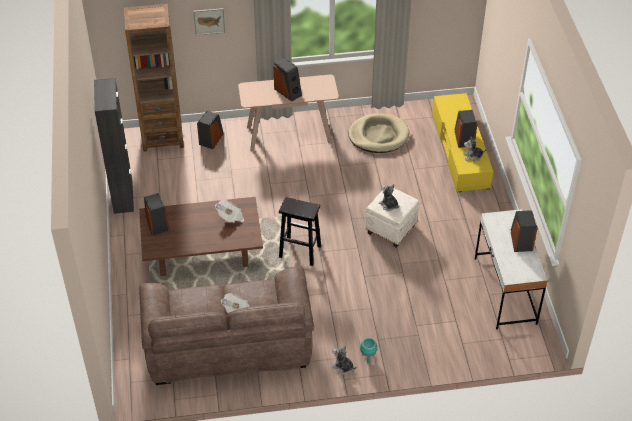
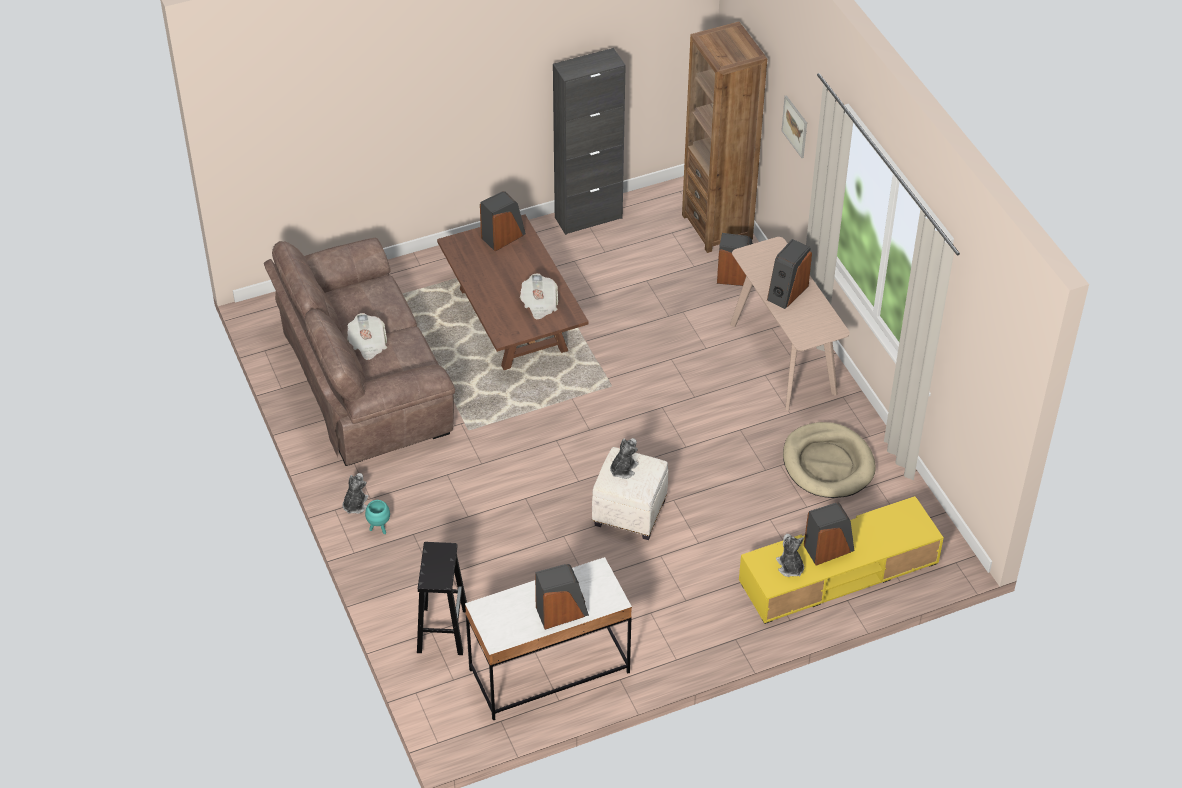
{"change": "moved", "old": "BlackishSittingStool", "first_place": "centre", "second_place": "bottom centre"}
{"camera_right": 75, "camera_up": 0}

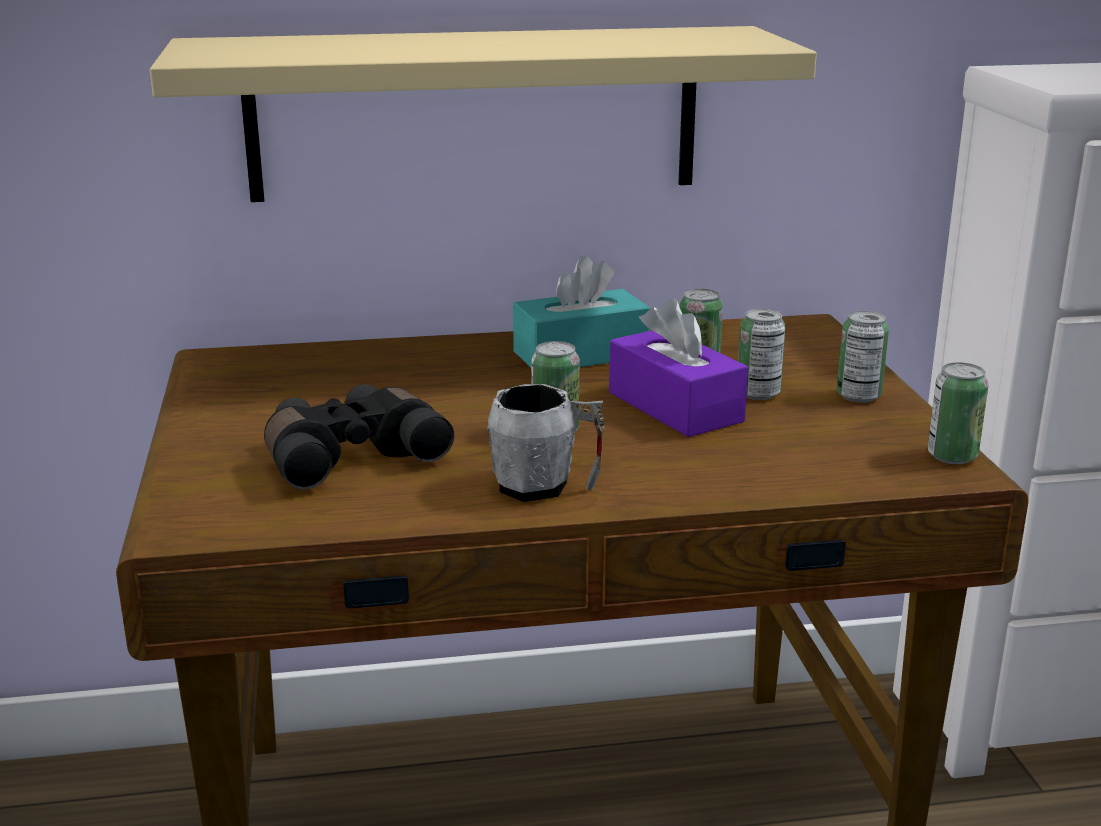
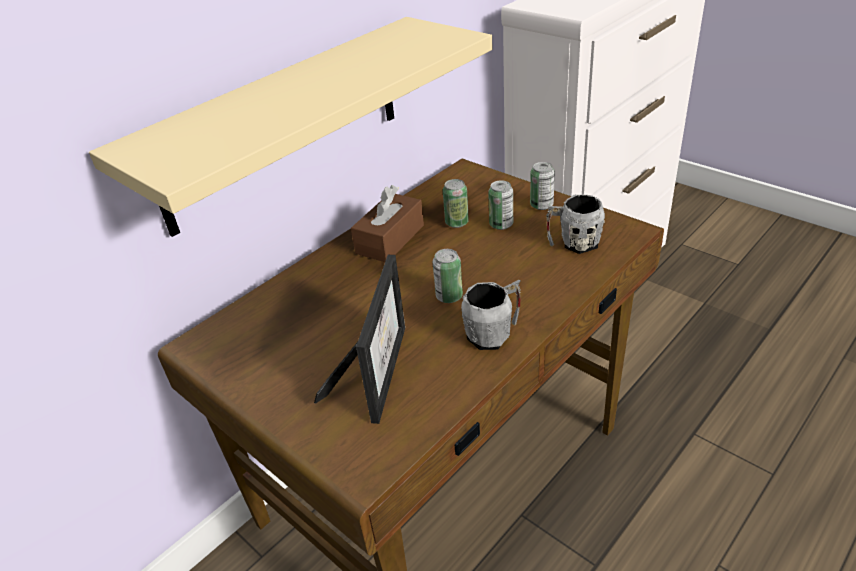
{"change": "replaced", "old": "BlackishFieldGlasses", "new": "StandingFrame", "first_place": "middle left", "second_place": "centre"}
{"change": "recoloured", "old": "TurquoiseColouredBoxOfTissues", "new": "BrownishBoxOfTissues", "first_place": "centre", "second_place": "centre"}
{"change": "removed", "old": "PurplishBoxOfTissues", "first_place": "centre"}
{"change": "removed", "old": "SealedCan (5th from left)", "first_place": "middle right"}
{"change": "added", "new": "GreyMug (2nd from left)", "second_place": "middle right"}
{"camera_right": -35, "camera_up": 15}

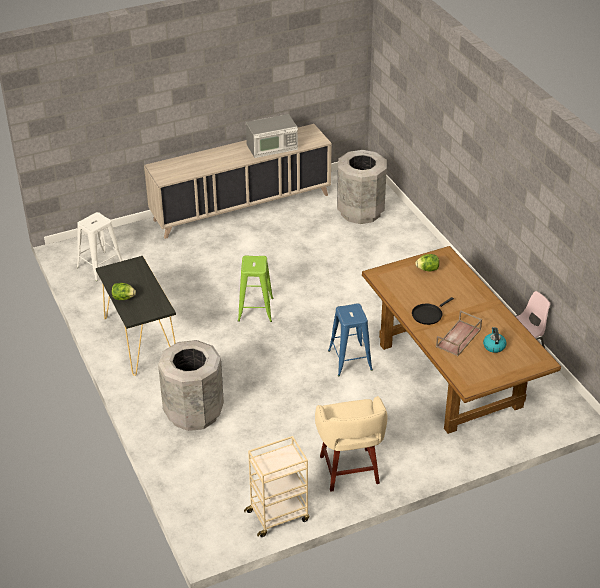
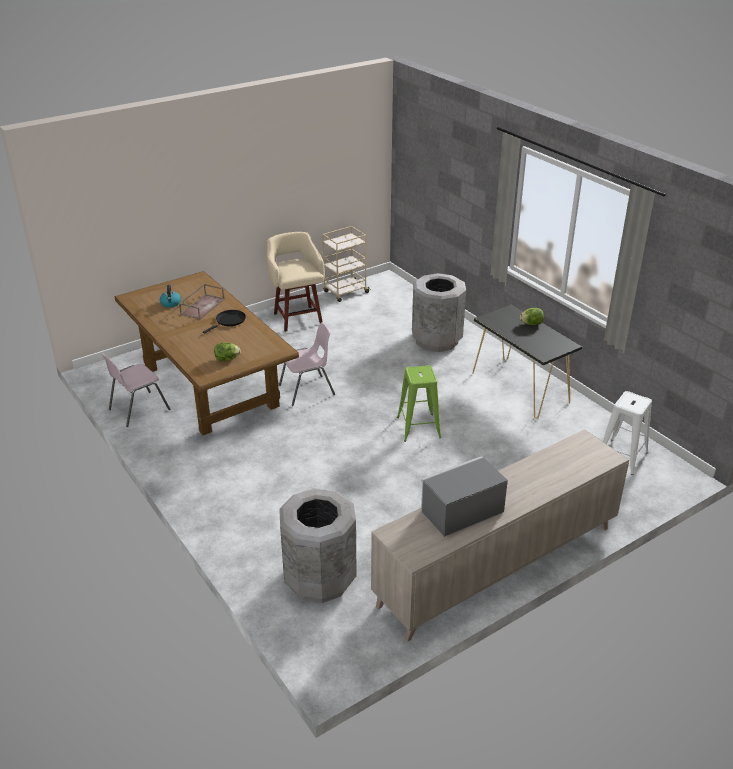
{"change": "replaced", "old": "BlueColouredSittingStool", "new": "PinkColouredUprightChair (2nd from left)", "first_place": "centre", "second_place": "centre"}
{"camera_right": 170, "camera_up": -5}

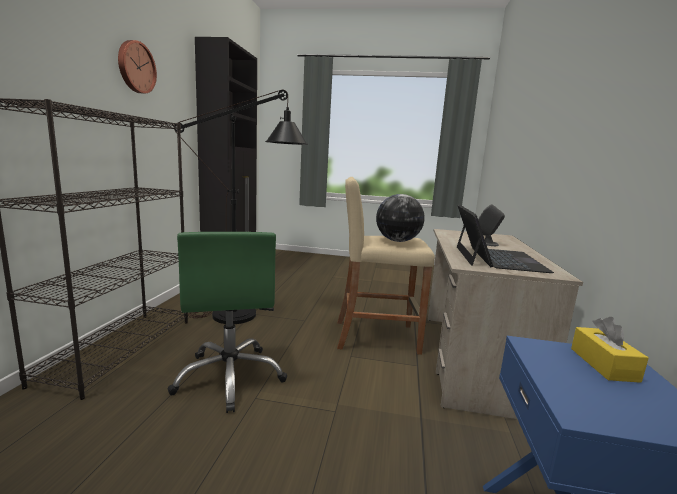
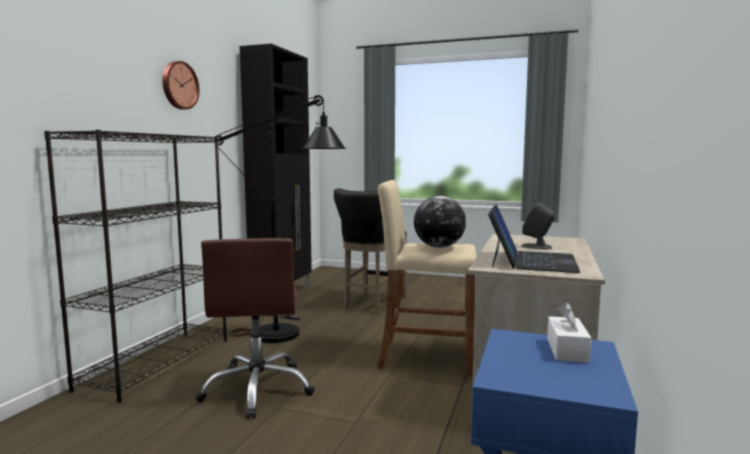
{"change": "recoloured", "old": "GreenColouredOfficeChair", "new": "BrownishOfficeChair", "first_place": "centre", "second_place": "bottom centre"}
{"change": "recoloured", "old": "YellowBoxOfTissues", "new": "WhiteBoxOfTissues", "first_place": "bottom right", "second_place": "bottom right"}
{"change": "added", "new": "BlackishSittingStool", "second_place": "centre"}
{"camera_right": 10, "camera_up": -5}

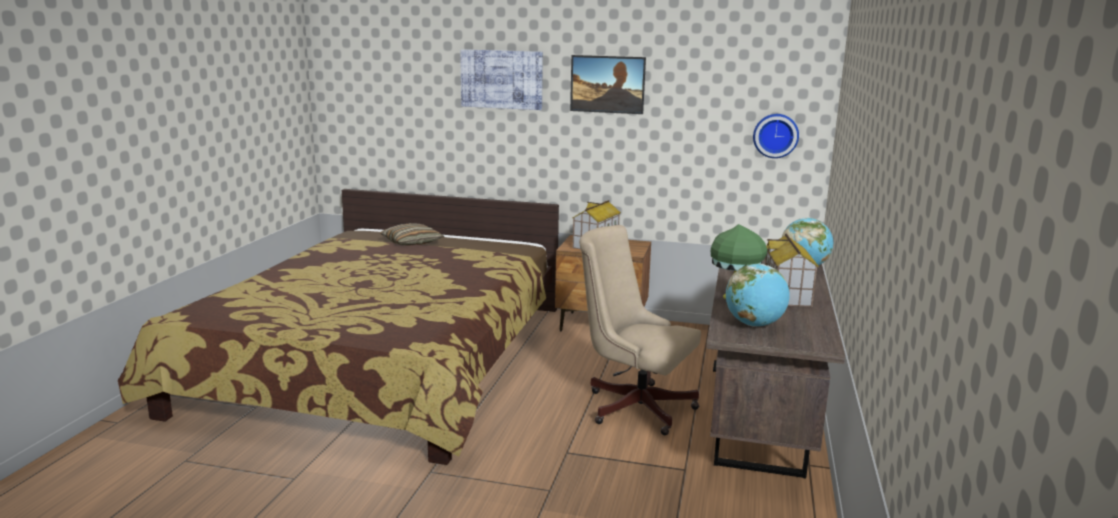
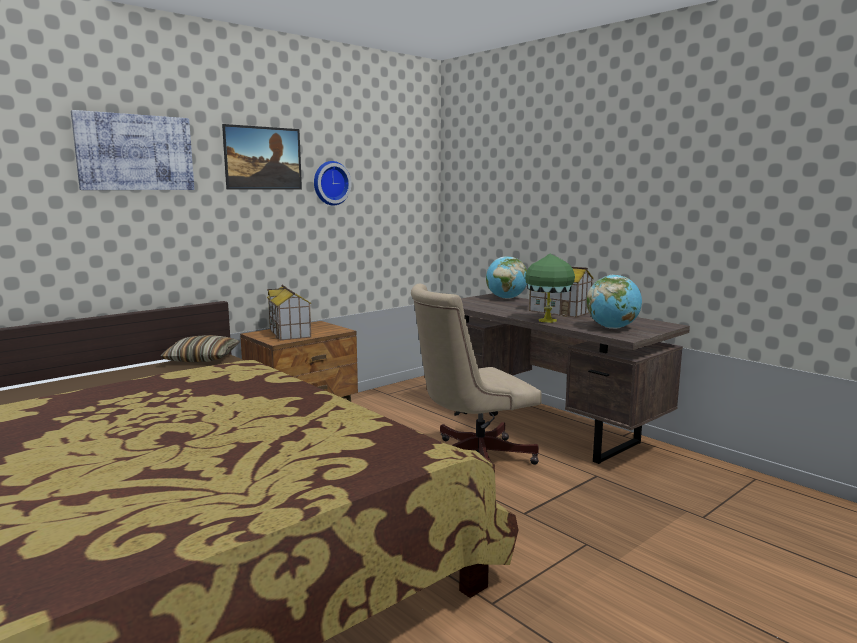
{"change": "moved", "old": "ThrowPillow", "first_place": "centre", "second_place": "middle left"}
{"change": "moved", "old": "WallClock", "first_place": "top right", "second_place": "top centre"}
{"camera_right": -55, "camera_up": -5}

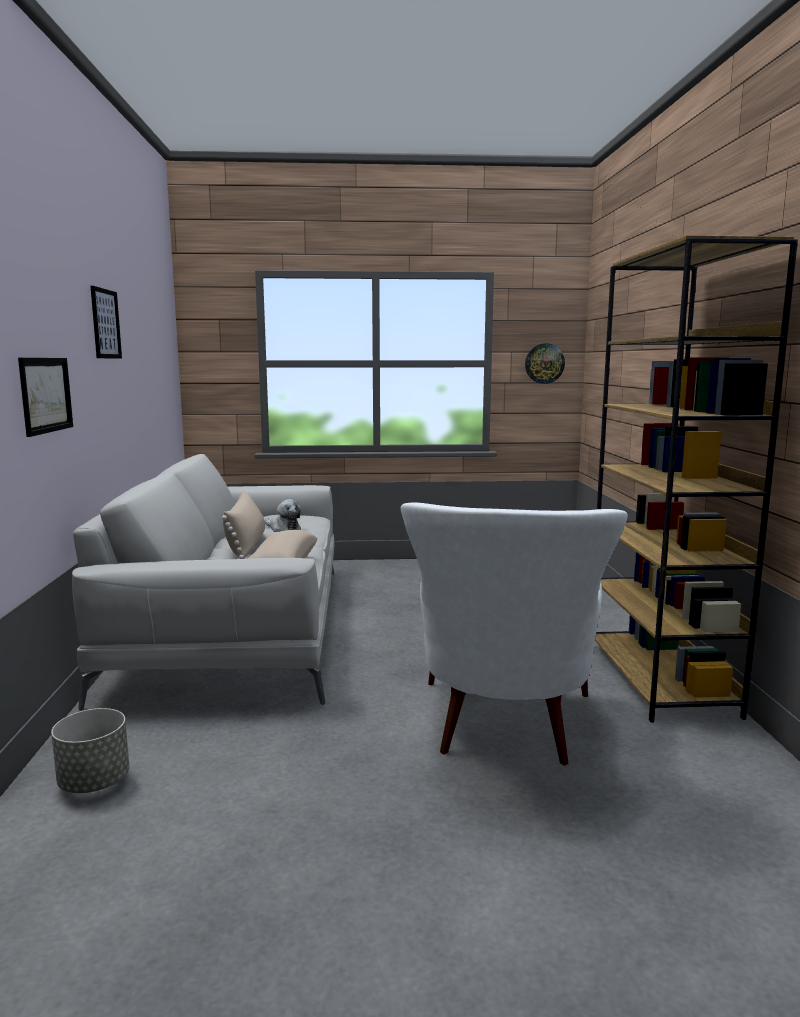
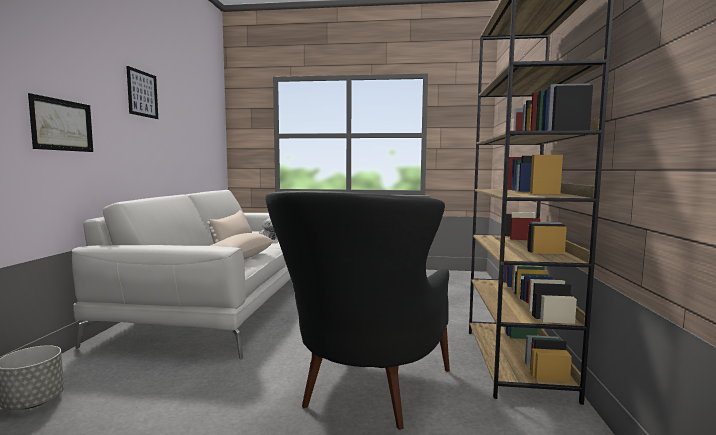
{"change": "recoloured", "old": "WhiteLoungeChair", "new": "BlackishLoungeChair", "first_place": "centre", "second_place": "bottom centre"}
{"change": "removed", "old": "WallClock", "first_place": "middle right"}
{"camera_right": 10, "camera_up": -5}

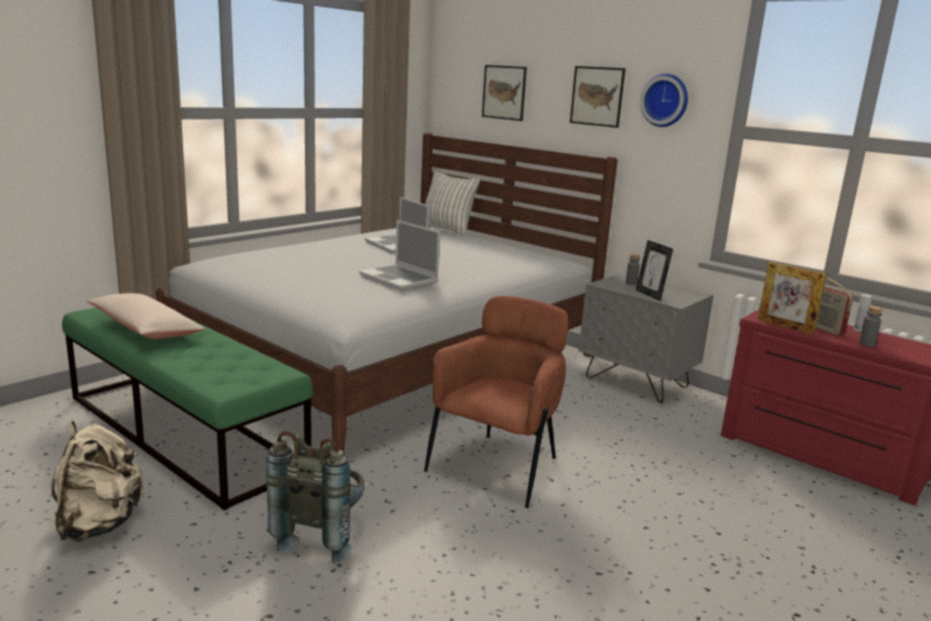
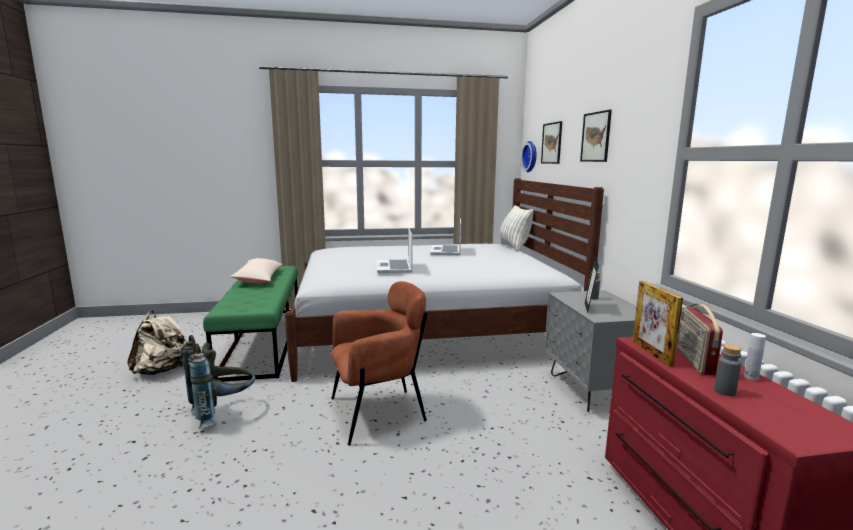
{"change": "moved", "old": "WallClock", "first_place": "top right", "second_place": "top centre"}
{"camera_right": 40, "camera_up": -5}

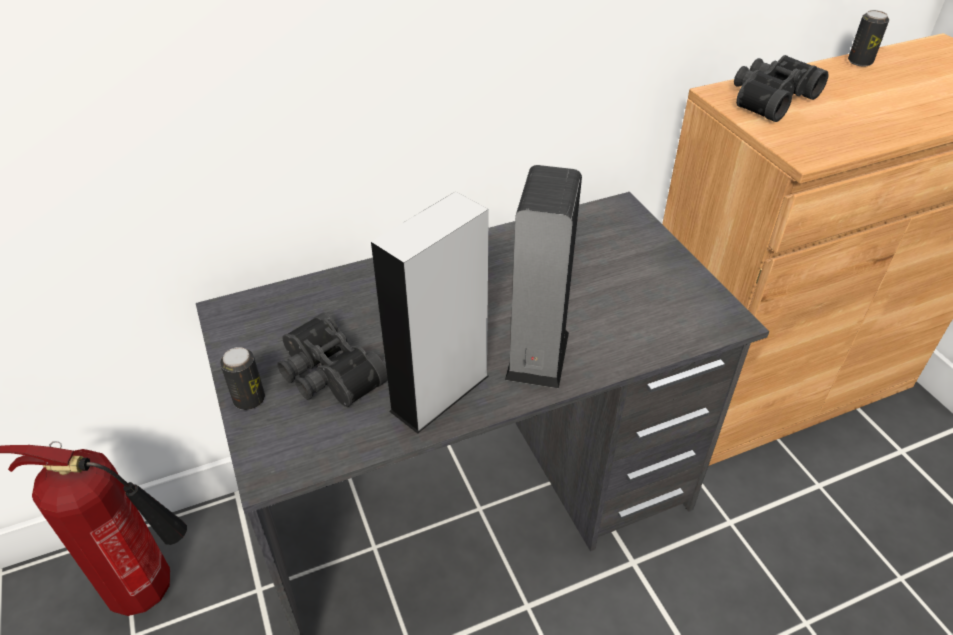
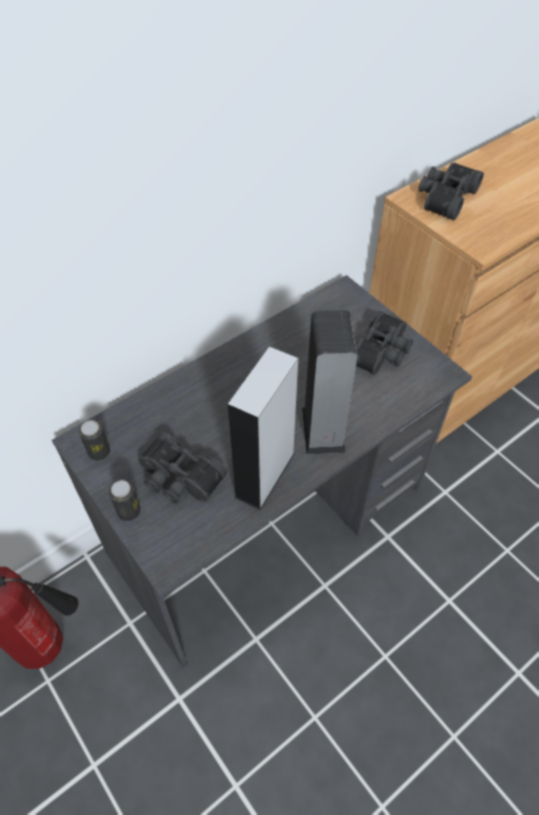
{"change": "moved", "old": "SealedCan (2nd from left in the first image)", "new": "SealedCan (1st from left)", "first_place": "top right", "second_place": "middle left"}
{"change": "added", "new": "BlackishFieldGlasses (2nd from left)", "second_place": "middle right"}
{"camera_right": -15, "camera_up": 10}

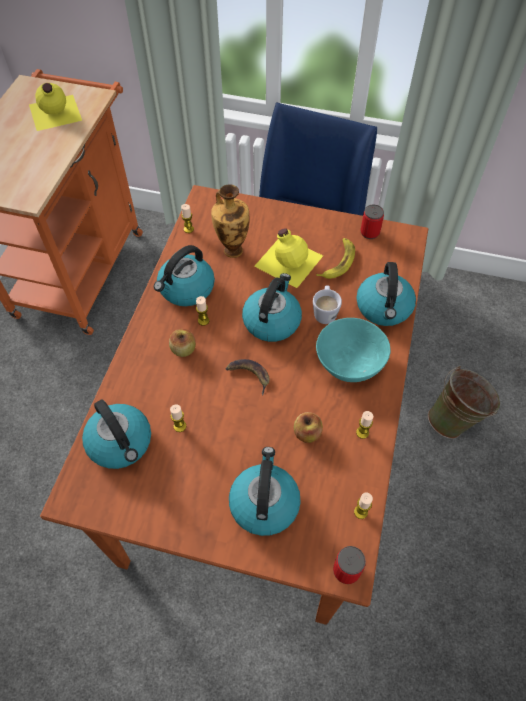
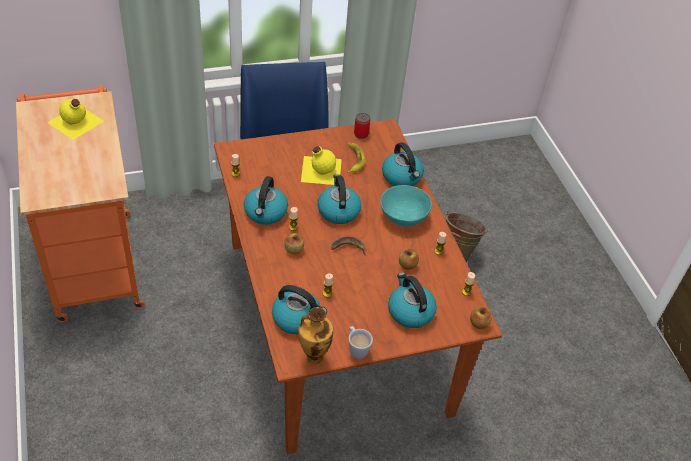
{"change": "moved", "old": "DecorativeVase", "first_place": "top centre", "second_place": "bottom centre"}
{"change": "moved", "old": "WhiteMug", "first_place": "centre", "second_place": "bottom centre"}
{"change": "replaced", "old": "SealedCan (1st from left)", "new": "AppleFruit (3rd from left)", "first_place": "bottom centre", "second_place": "bottom right"}
{"camera_right": -35, "camera_up": -10}

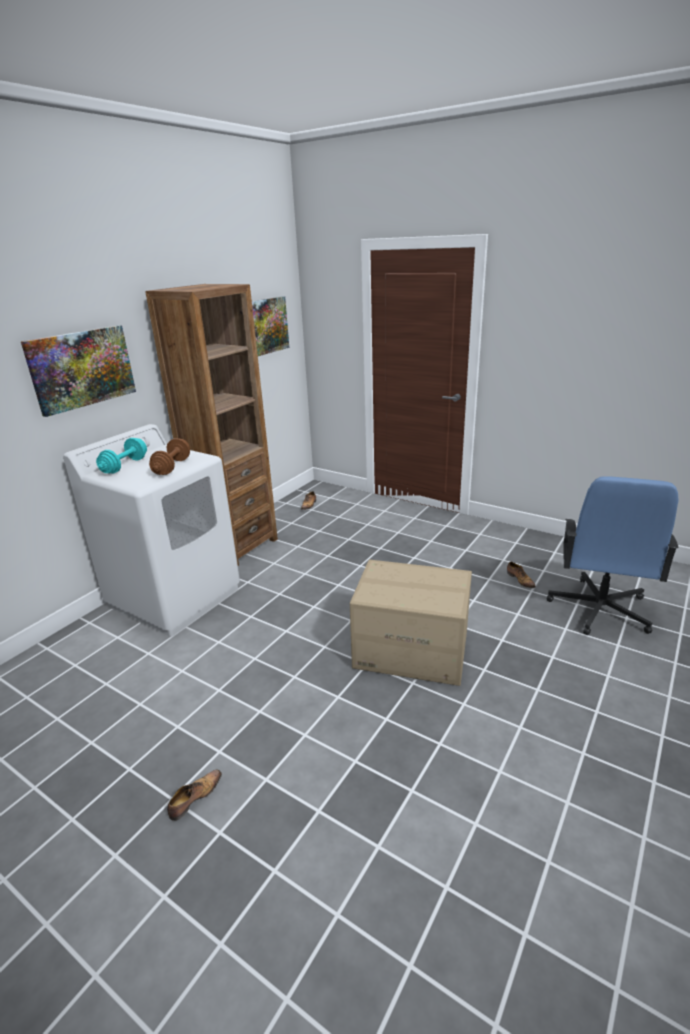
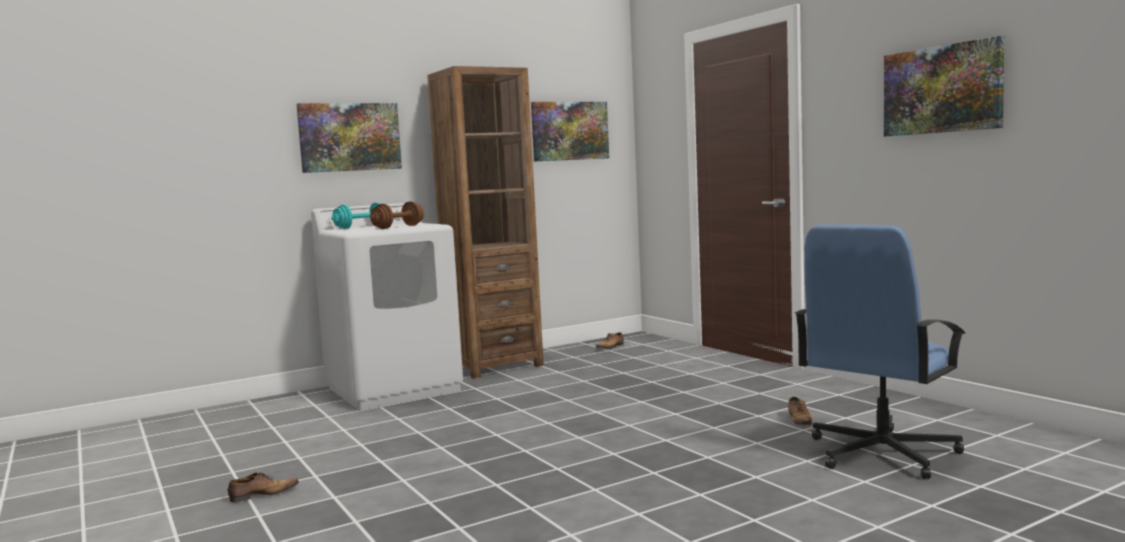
{"change": "removed", "old": "Carton", "first_place": "centre"}
{"change": "added", "new": "WallArt (3rd from left)", "second_place": "top right"}
{"camera_right": 25, "camera_up": -20}

